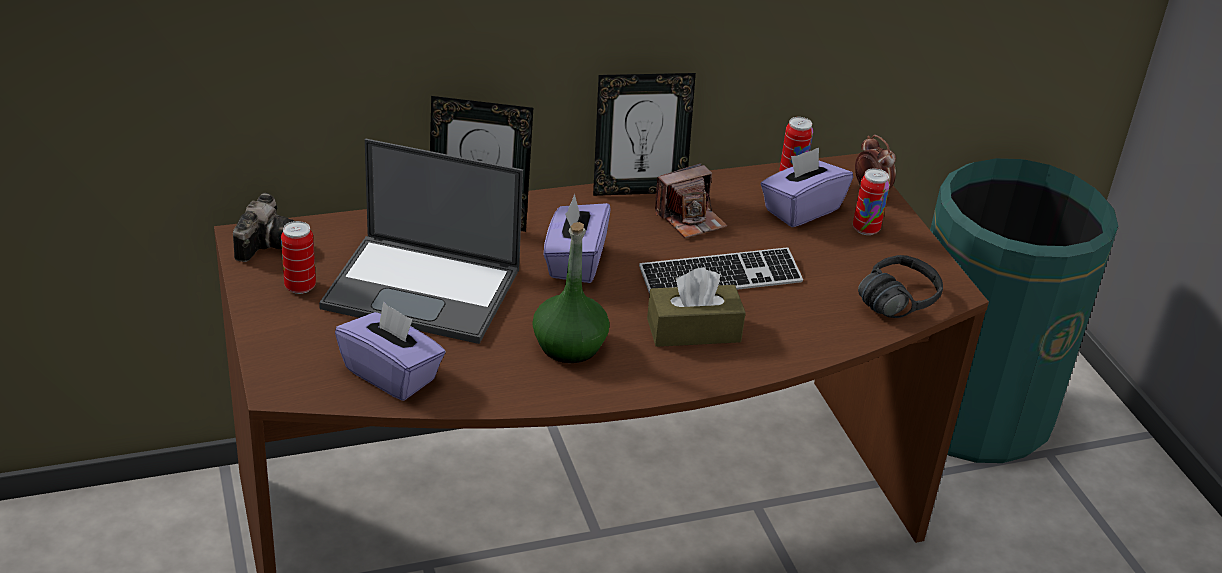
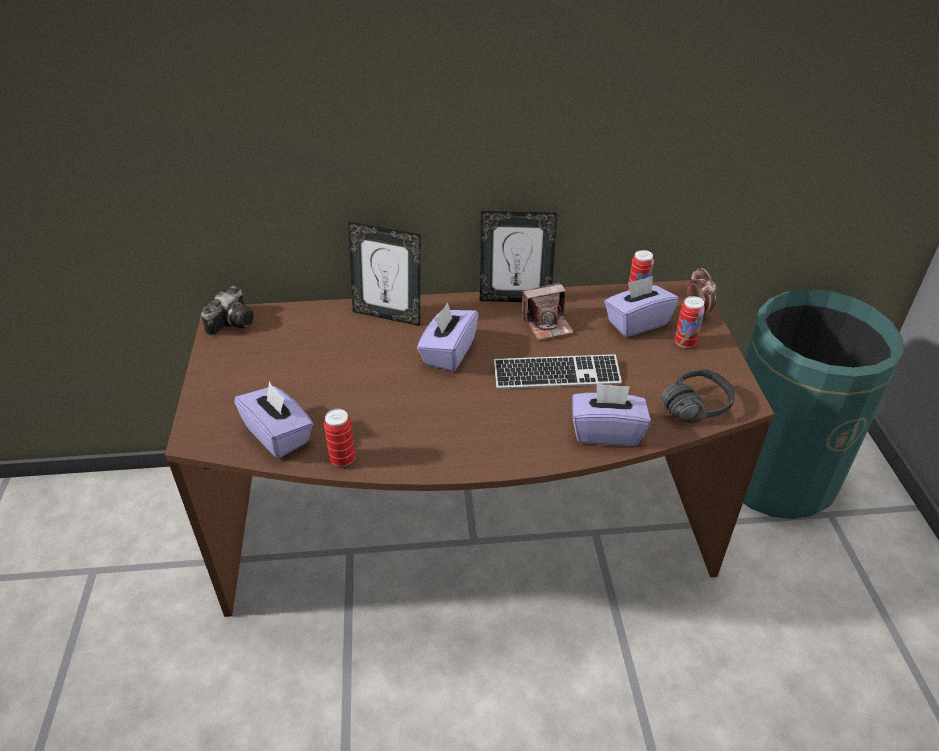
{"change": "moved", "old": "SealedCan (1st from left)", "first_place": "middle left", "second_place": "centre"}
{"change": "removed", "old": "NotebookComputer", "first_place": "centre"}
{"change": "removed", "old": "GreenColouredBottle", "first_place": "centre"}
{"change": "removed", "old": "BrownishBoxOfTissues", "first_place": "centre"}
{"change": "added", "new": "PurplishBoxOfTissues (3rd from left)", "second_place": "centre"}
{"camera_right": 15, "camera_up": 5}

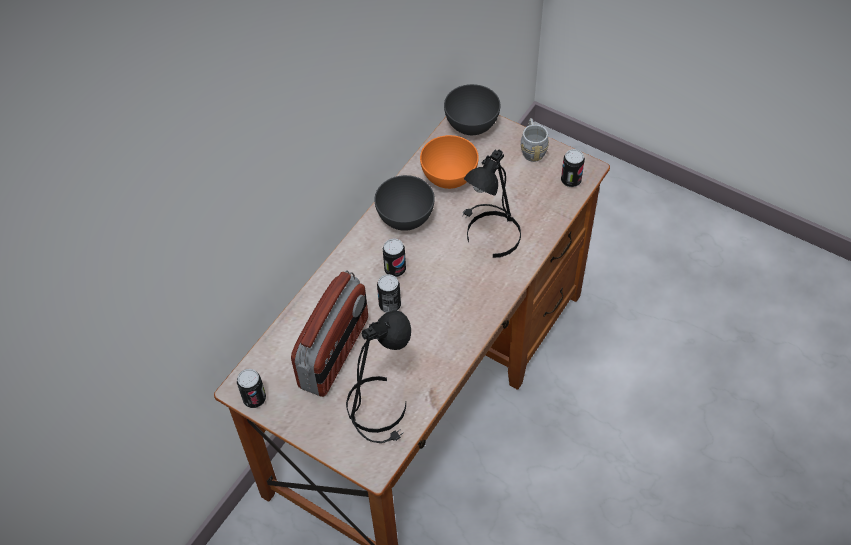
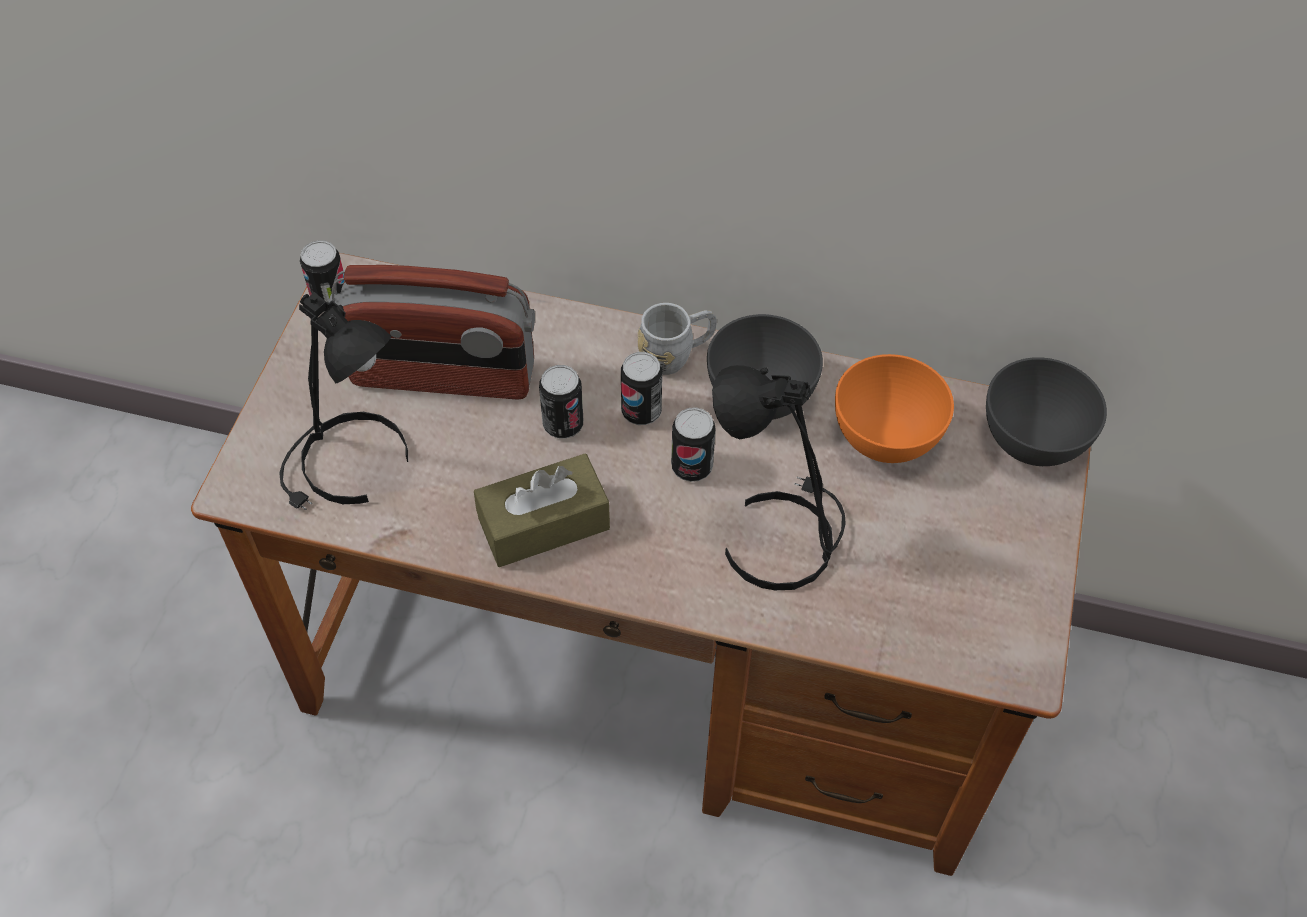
{"change": "moved", "old": "GreyMug", "first_place": "top centre", "second_place": "centre"}
{"change": "moved", "old": "SealedCan (4th from left)", "first_place": "top right", "second_place": "centre"}
{"change": "added", "new": "BrownishBoxOfTissues", "second_place": "centre"}
{"camera_right": 70, "camera_up": 0}

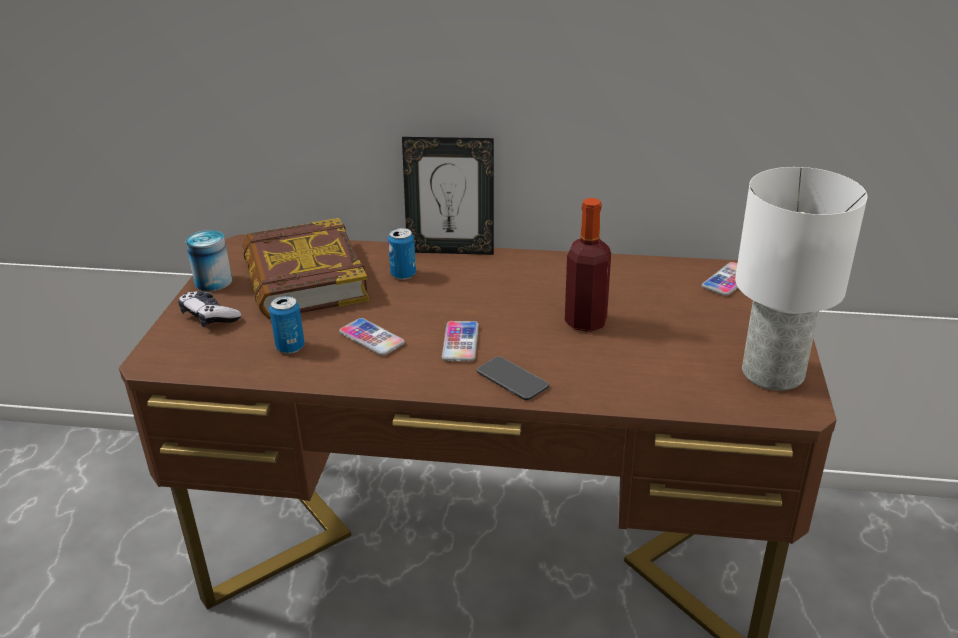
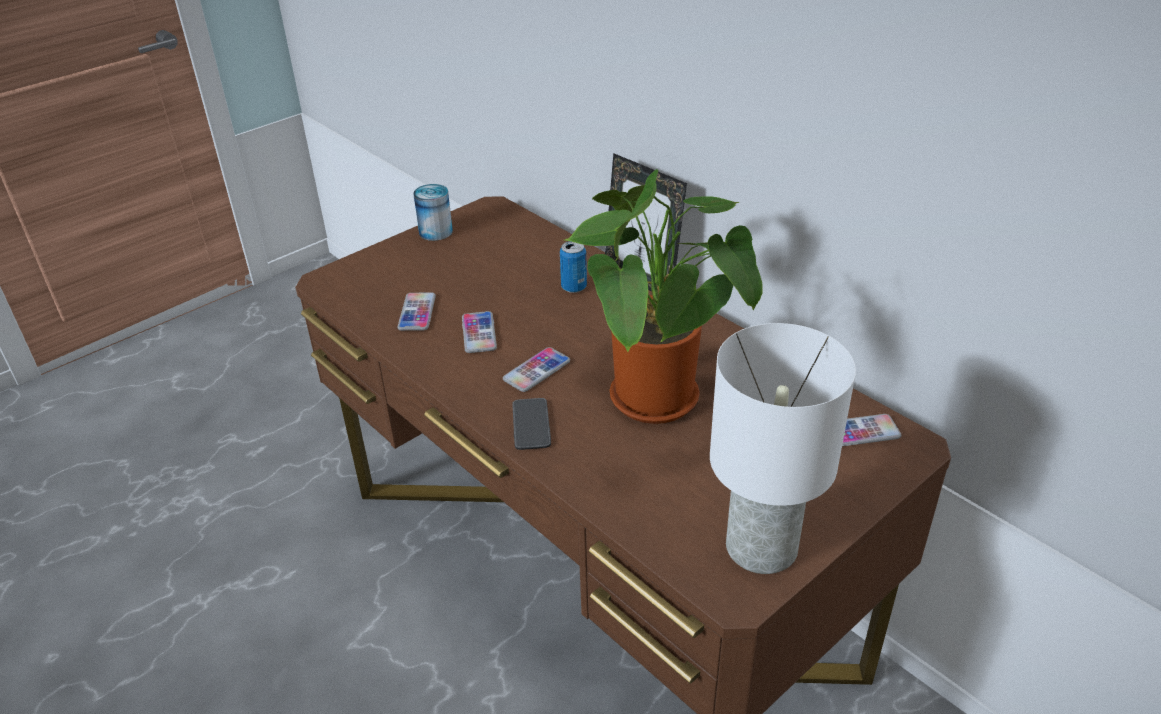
{"change": "removed", "old": "Gamepad", "first_place": "middle left"}
{"change": "removed", "old": "BoundBook", "first_place": "middle left"}
{"change": "replaced", "old": "SealedCan (2nd from left)", "new": "Handset (1st from left)", "first_place": "middle left", "second_place": "centre"}
{"change": "replaced", "old": "Bottle", "new": "Houseplant", "first_place": "centre", "second_place": "centre"}
{"camera_right": 40, "camera_up": 5}

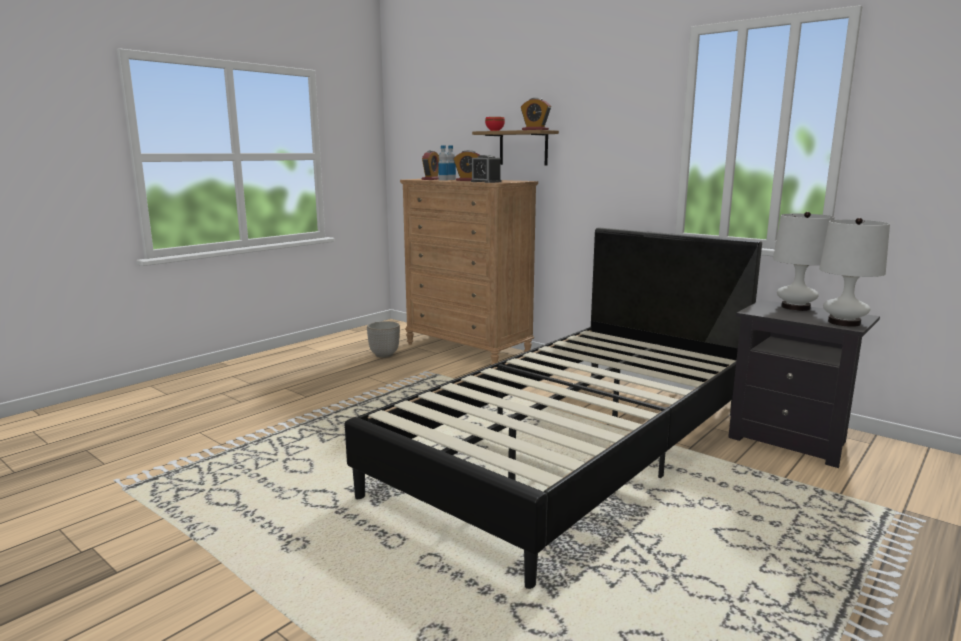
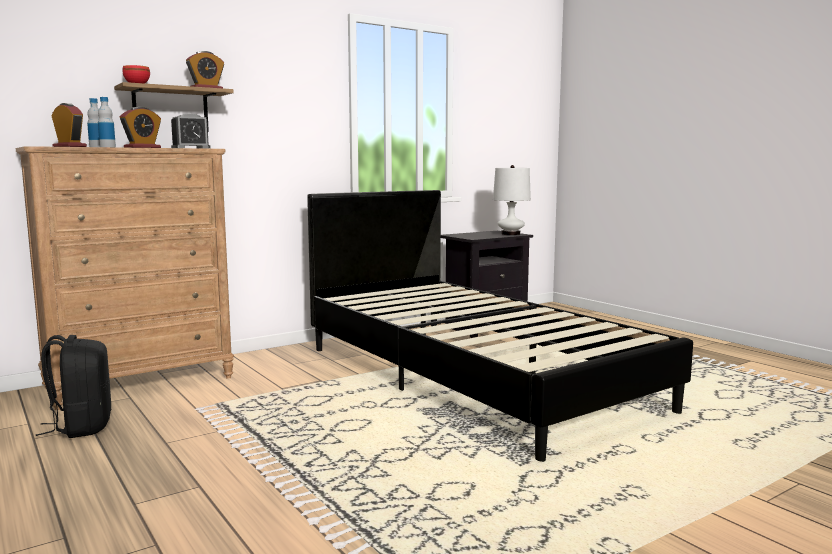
{"change": "replaced", "old": "FlowerPot", "new": "BlackishBackpack", "first_place": "centre", "second_place": "bottom left"}
{"change": "removed", "old": "WhiteTabletopLamp (1st from left)", "first_place": "middle right"}
{"camera_right": -75, "camera_up": -5}

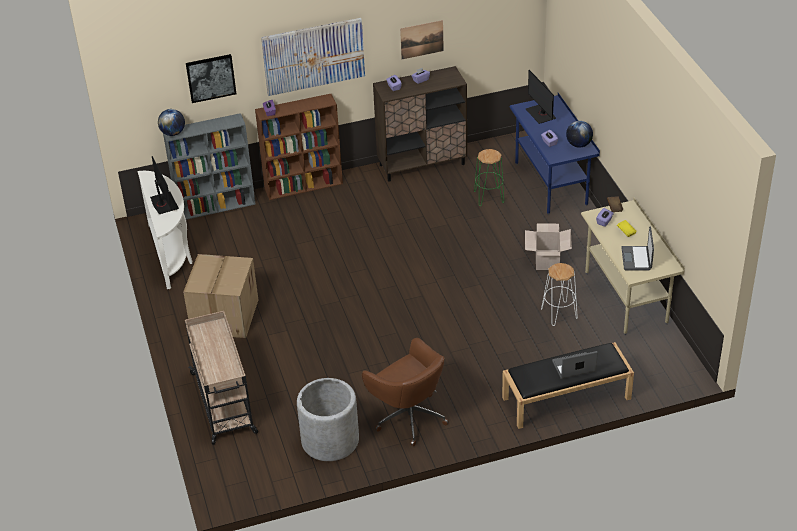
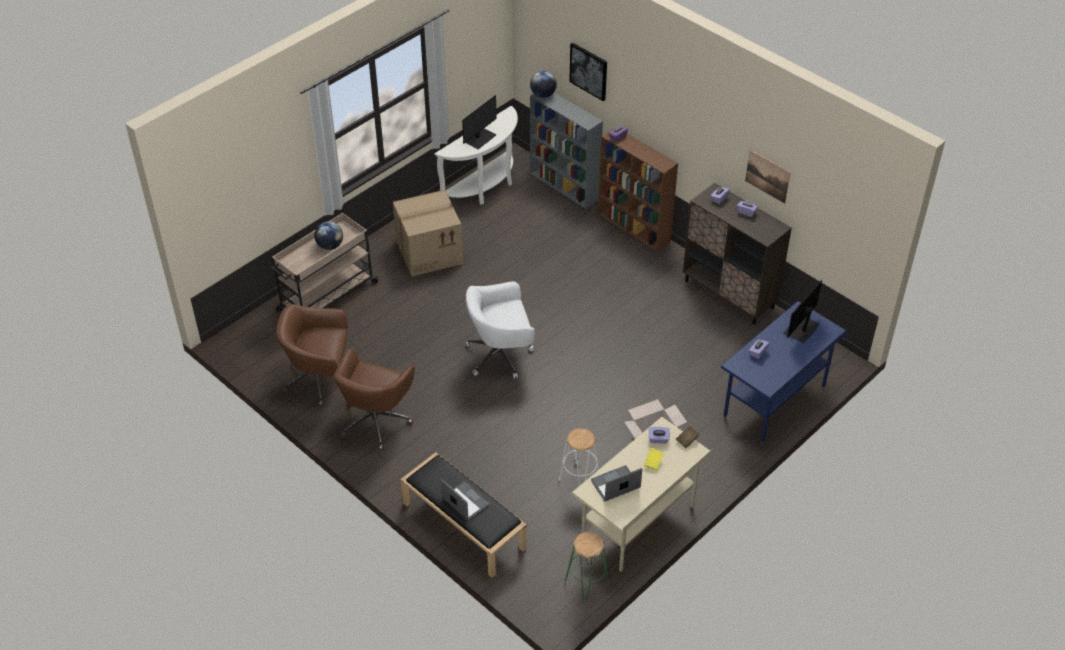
{"change": "removed", "old": "WallArt (2nd from left)", "first_place": "top centre"}
{"change": "replaced", "old": "GreyFlowerPot", "new": "BrownishOfficeChair (1st from left)", "first_place": "bottom centre", "second_place": "middle left"}
{"change": "moved", "old": "GreenColouredSittingStool", "first_place": "centre", "second_place": "bottom centre"}
{"change": "moved", "old": "WorldGlobe (2nd from left in the first image)", "new": "WorldGlobe (1st from left)", "first_place": "top right", "second_place": "middle left"}
{"change": "added", "new": "WhiteOfficeChair", "second_place": "centre"}
{"camera_right": 60, "camera_up": 5}

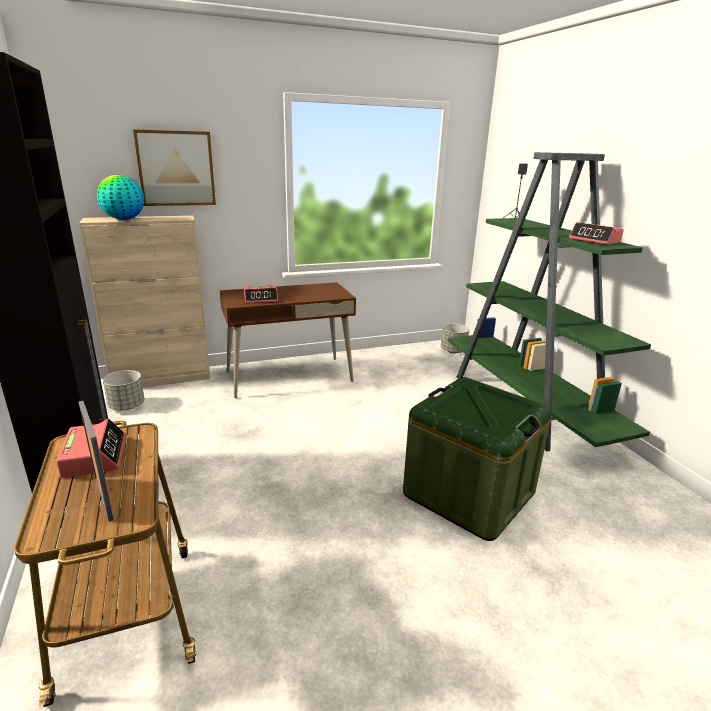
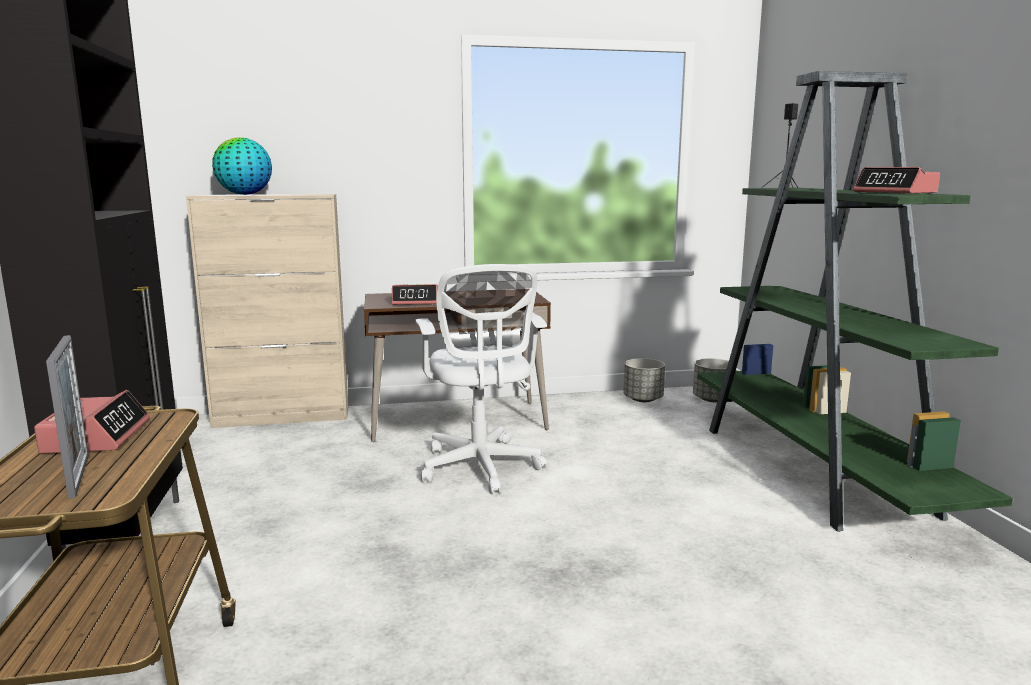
{"change": "moved", "old": "GreyFlowerPot (1st from left)", "first_place": "middle left", "second_place": "centre"}
{"change": "removed", "old": "WallArt", "first_place": "top left"}
{"change": "removed", "old": "GreenColouredStorageContainer", "first_place": "middle right"}
{"change": "added", "new": "WhiteOfficeChair", "second_place": "centre"}
{"camera_right": 10, "camera_up": -10}

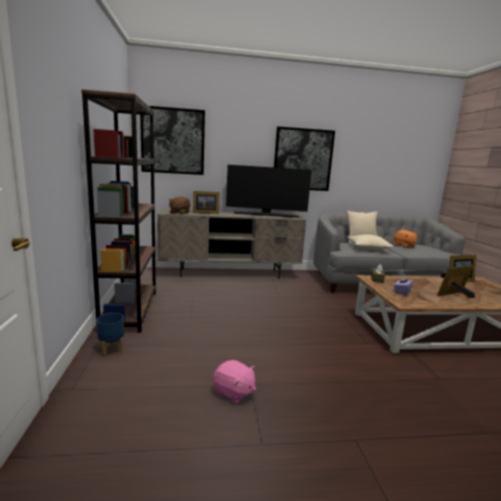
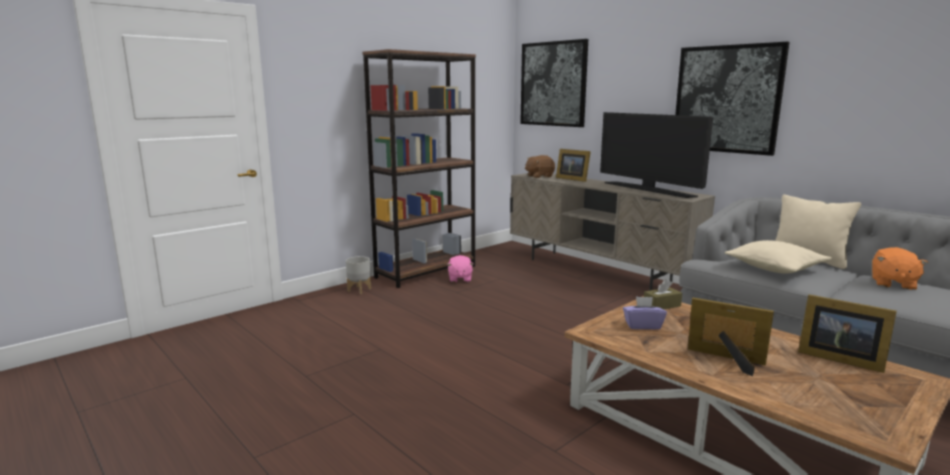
{"change": "recoloured", "old": "BlueColouredFlowerPot", "new": "GreyFlowerPot", "first_place": "bottom left", "second_place": "centre"}
{"change": "moved", "old": "PinkColouredSoftToy", "first_place": "bottom centre", "second_place": "centre"}
{"camera_right": 55, "camera_up": 0}

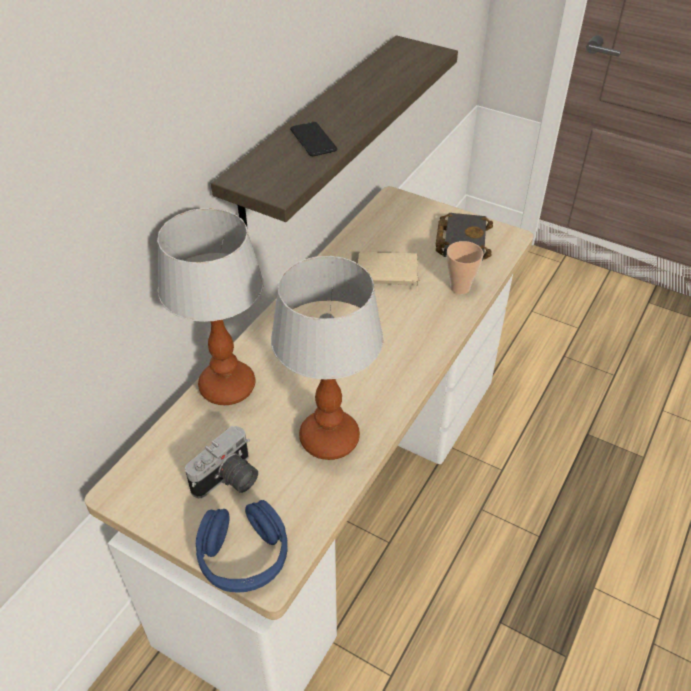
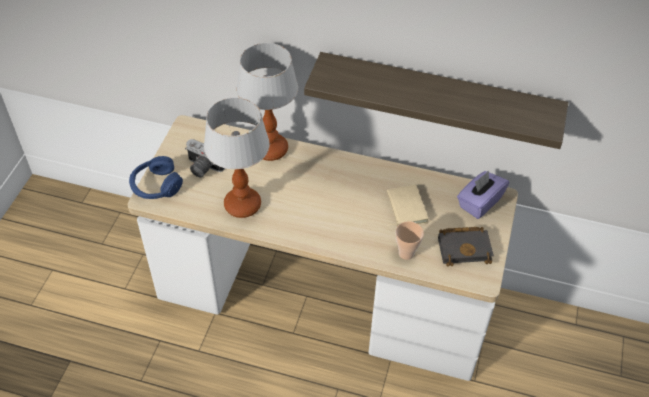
{"change": "removed", "old": "Handset", "first_place": "top centre"}
{"change": "added", "new": "PurplishBoxOfTissues", "second_place": "middle right"}
{"camera_right": 75, "camera_up": 5}

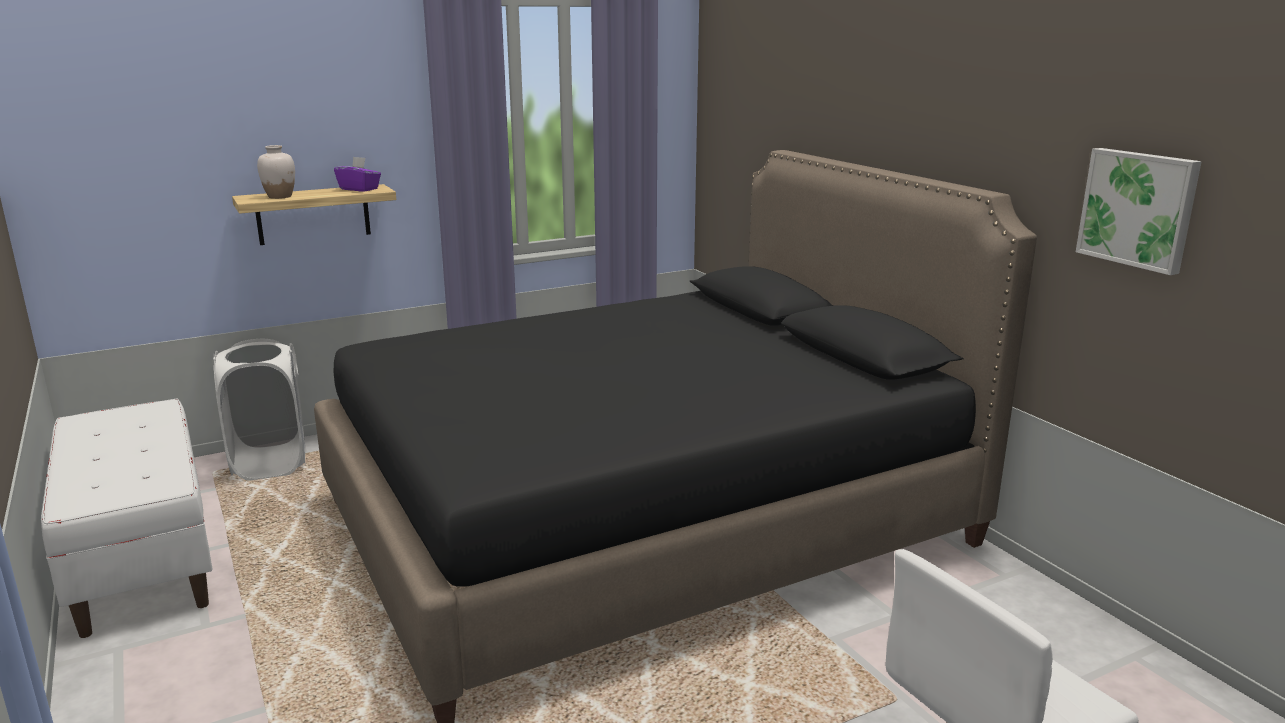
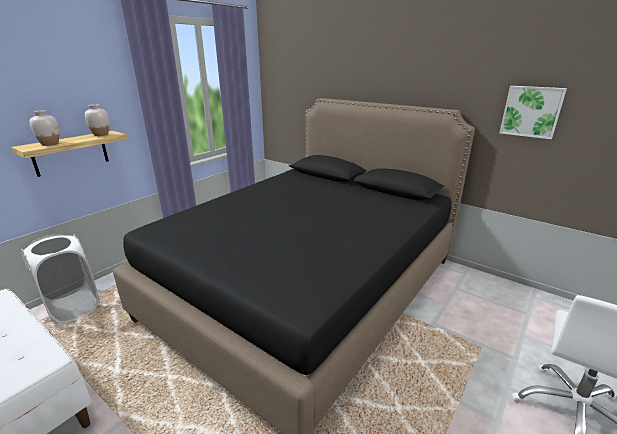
{"change": "replaced", "old": "PurplishBoxOfTissues", "new": "WhiteDecorativeVase (2nd from left)", "first_place": "top left", "second_place": "top left"}
{"camera_right": -25, "camera_up": 5}

